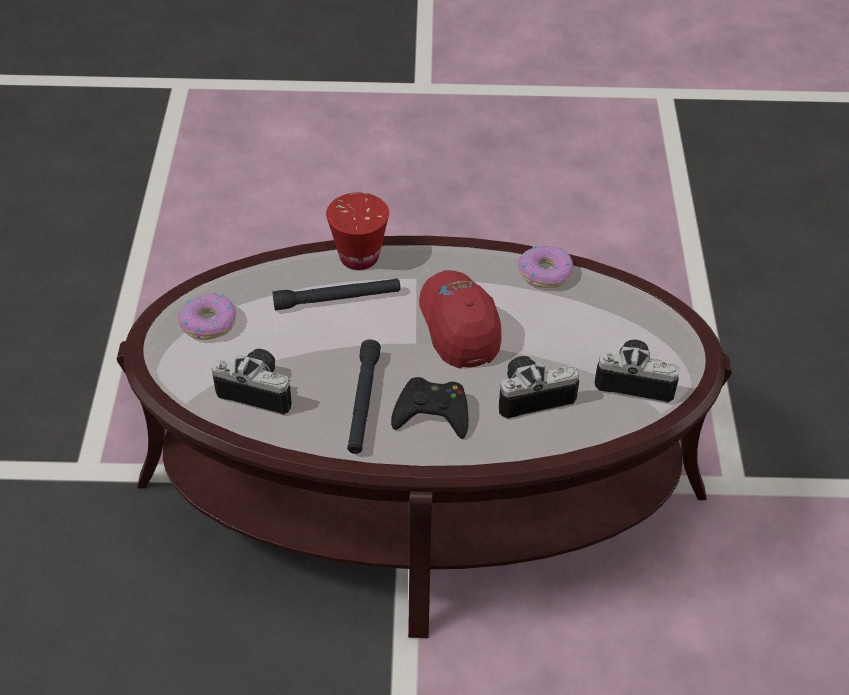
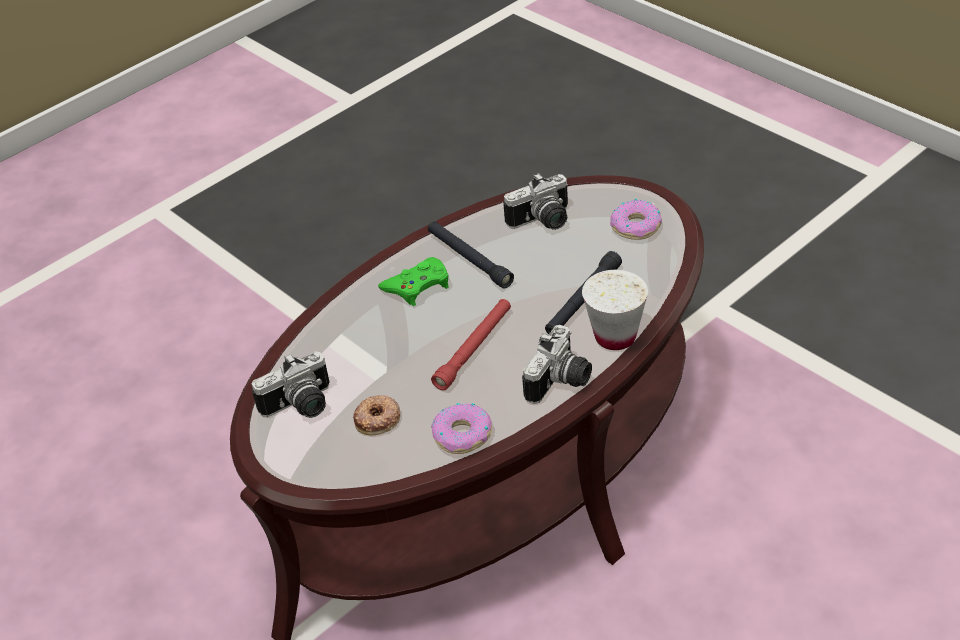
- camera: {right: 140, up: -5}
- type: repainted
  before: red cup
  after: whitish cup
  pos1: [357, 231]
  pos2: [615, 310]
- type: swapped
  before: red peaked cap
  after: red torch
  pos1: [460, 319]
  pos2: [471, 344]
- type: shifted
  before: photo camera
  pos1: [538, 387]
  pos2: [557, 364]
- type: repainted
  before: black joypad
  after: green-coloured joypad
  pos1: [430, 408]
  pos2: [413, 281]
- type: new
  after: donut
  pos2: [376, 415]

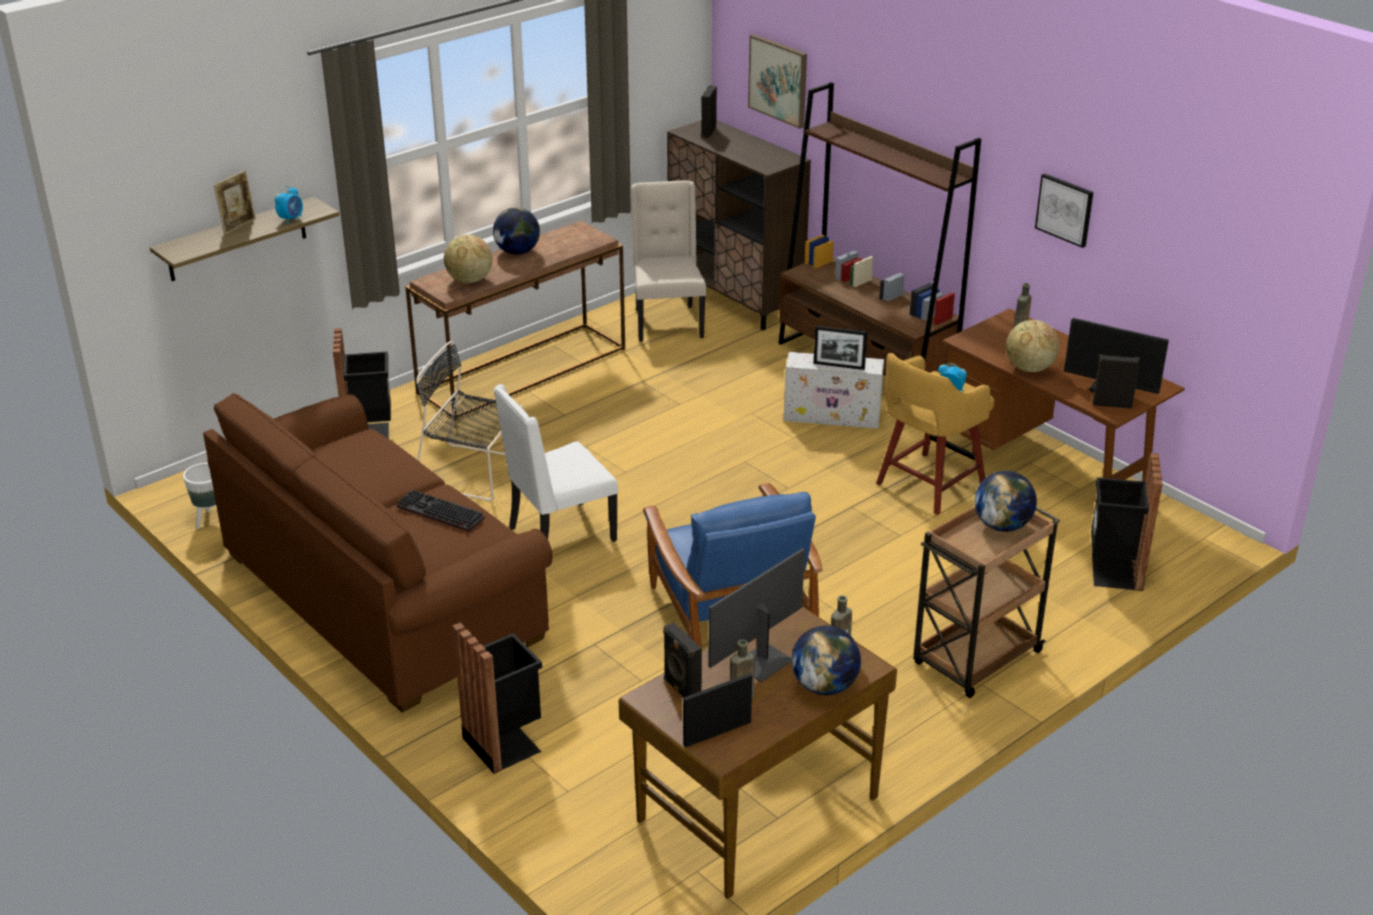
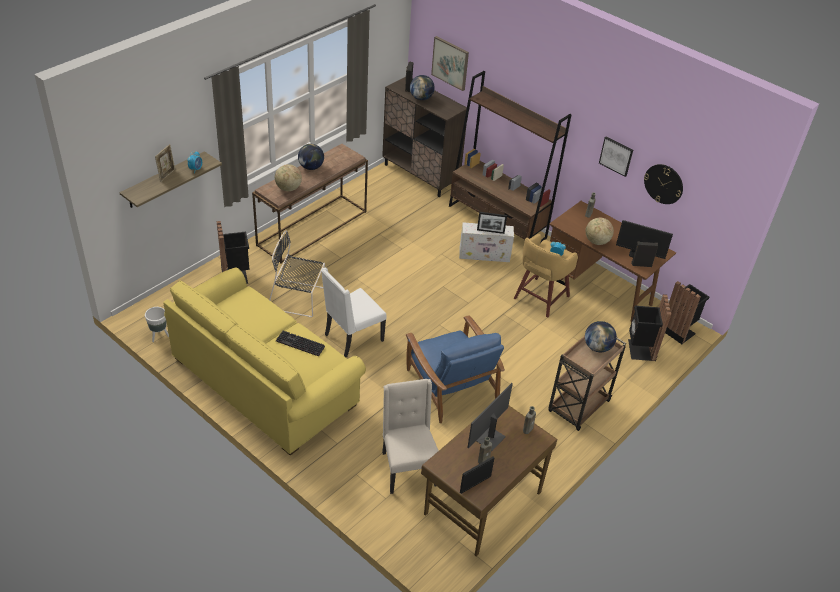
- camera: {right: -10, up: 10}
- type: shifted
  before: beige-coloured chair
  pos1: [668, 261]
  pos2: [410, 436]
- type: repainted
  before: brown couch
  after: yellowish couch
  pos1: [378, 552]
  pos2: [264, 361]
- type: shifted
  before: black waste bin
  pos1: [497, 698]
  pos2: [687, 312]
- type: gone
  before: black audio speaker
  pos1: [682, 660]
- type: shifted
  before: world globe
  pos1: [826, 660]
  pos2: [422, 87]
- type: new
  after: clock on the wall
  pos2: [663, 184]

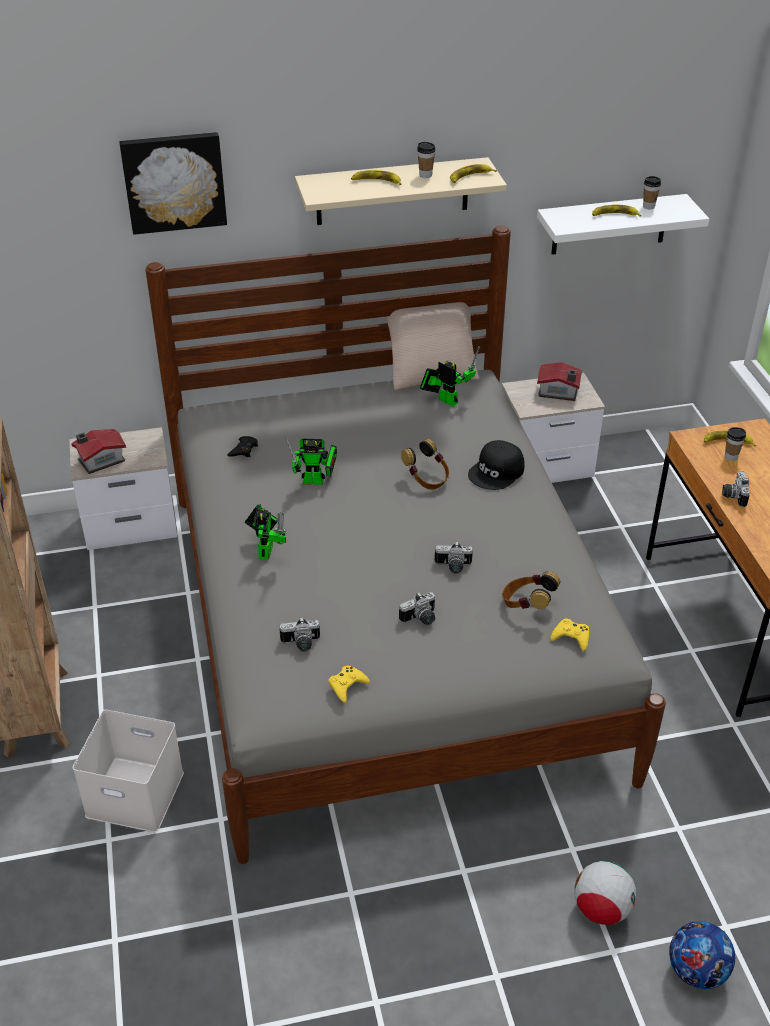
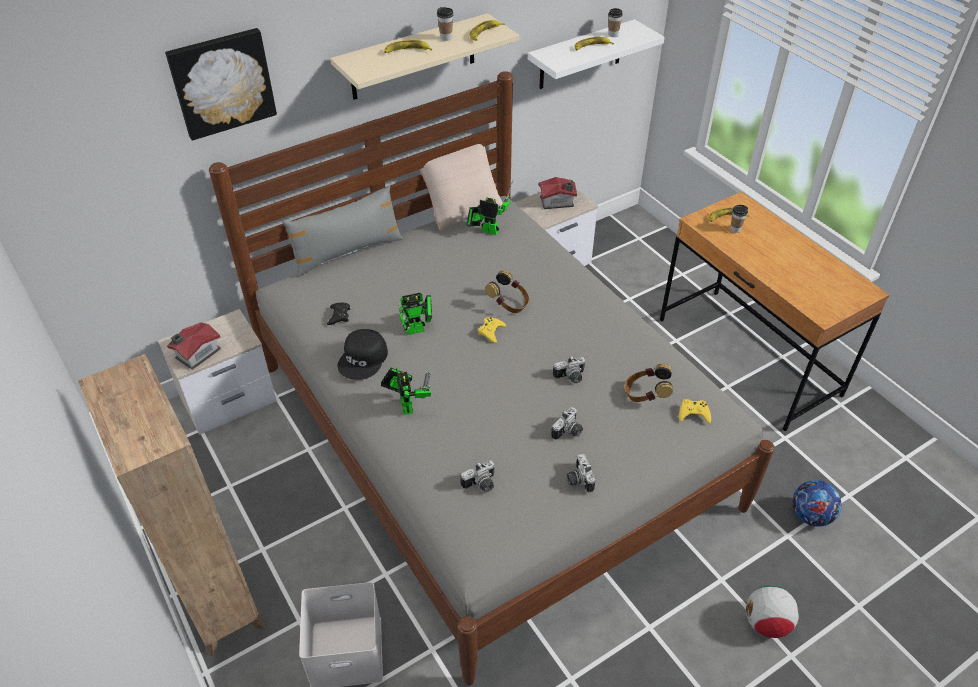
- camera: {right: -20, up: 5}
- type: shifted
  before: black peaked cap
  pos1: [496, 465]
  pos2: [363, 354]
- type: shifted
  before: photo camera
  pos1: [736, 489]
  pos2: [581, 472]
- type: shifted
  before: yellowish joypad
  pos1: [349, 684]
  pos2: [492, 330]
- type: shifted
  before: football
  pos1: [702, 955]
  pos2: [817, 503]
- type: new
  after: greyish throw pillow
  pos2: [343, 231]

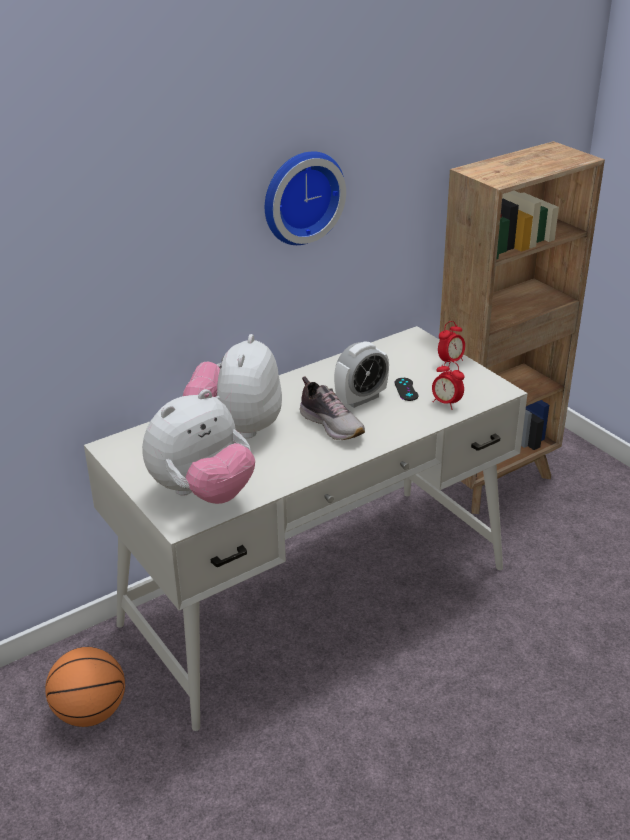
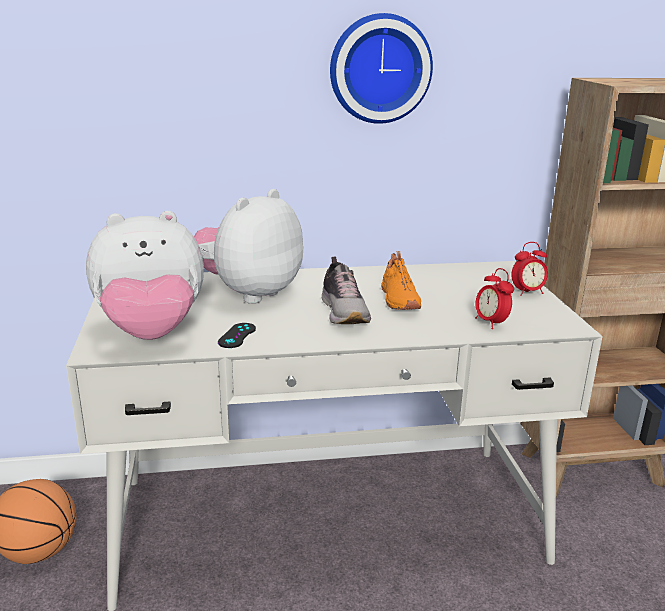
- camera: {right: 25, up: -10}
- type: swapped
  before: bedside clock
  after: orange-coloured item of footwear
  pos1: [361, 374]
  pos2: [401, 280]
- type: shifted
  before: black joypad
  pos1: [406, 389]
  pos2: [237, 335]

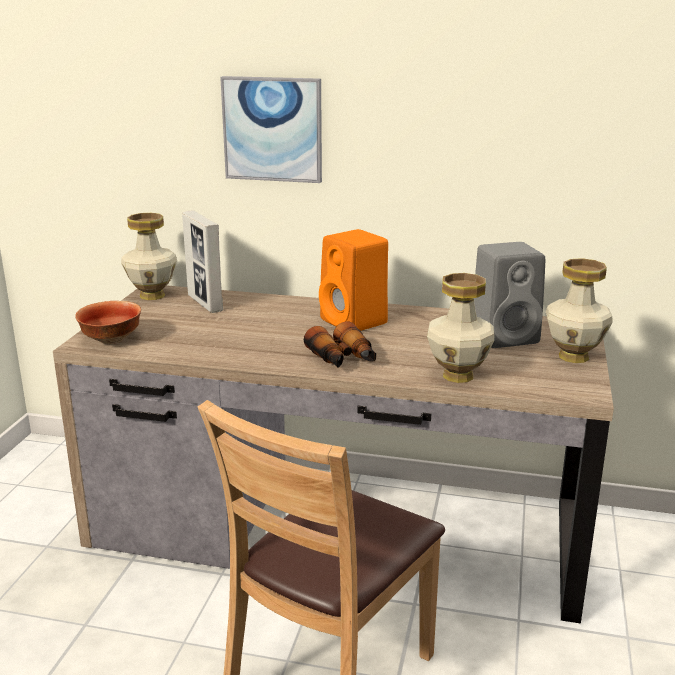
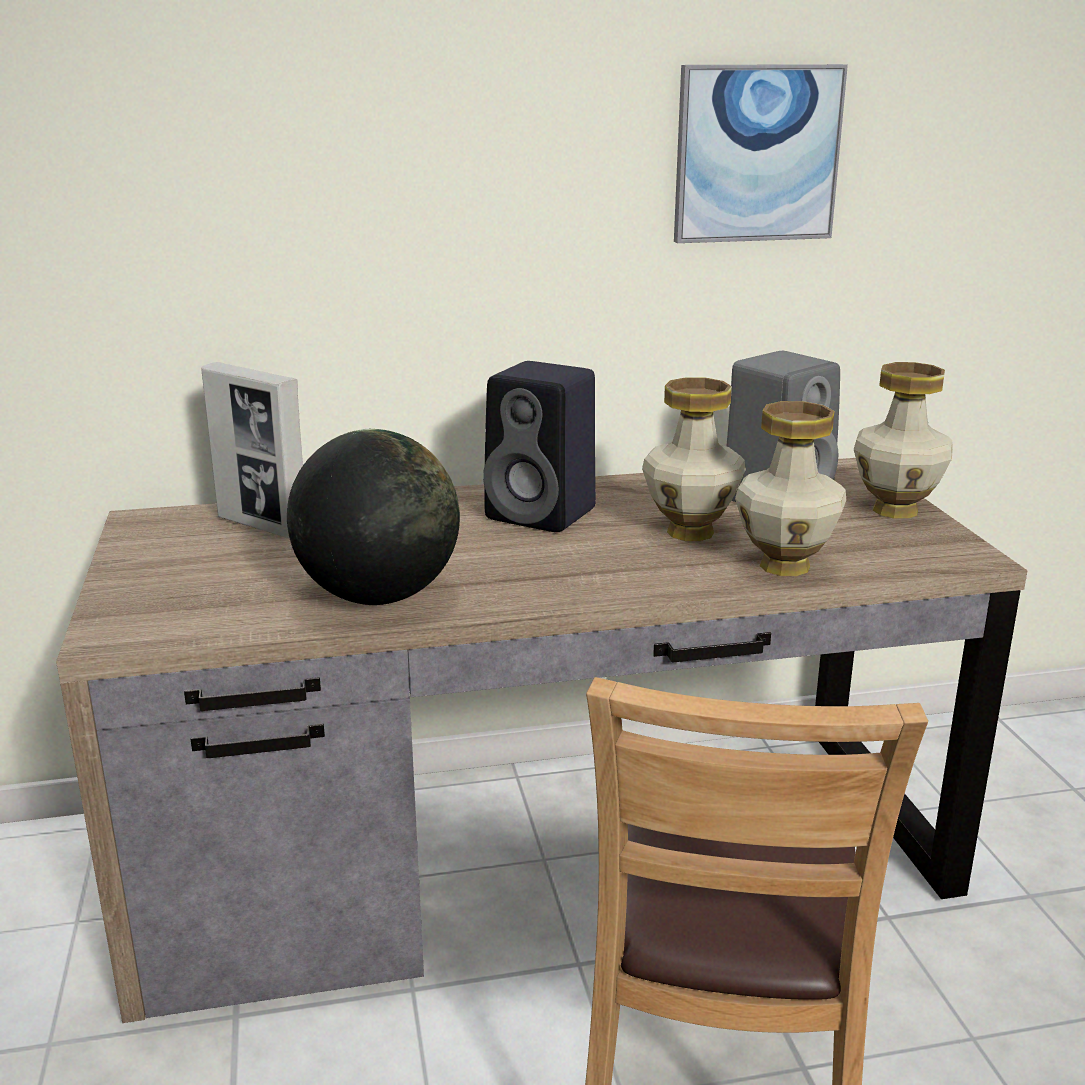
- camera: {right: -25, up: 0}
- type: shifted
  before: picture
  pos1: [271, 129]
  pos2: [761, 153]
- type: shifted
  before: decorative vase
  pos1: [149, 256]
  pos2: [694, 459]
- type: repainted
  before: orange-coloured audio speaker
  after: black audio speaker
  pos1: [353, 280]
  pos2: [539, 446]
- type: gone
  before: bowl
  pos1: [108, 322]
- type: gone
  before: pair of binoculars
  pos1: [340, 344]
- type: new
  after: world globe
  pos2: [373, 517]

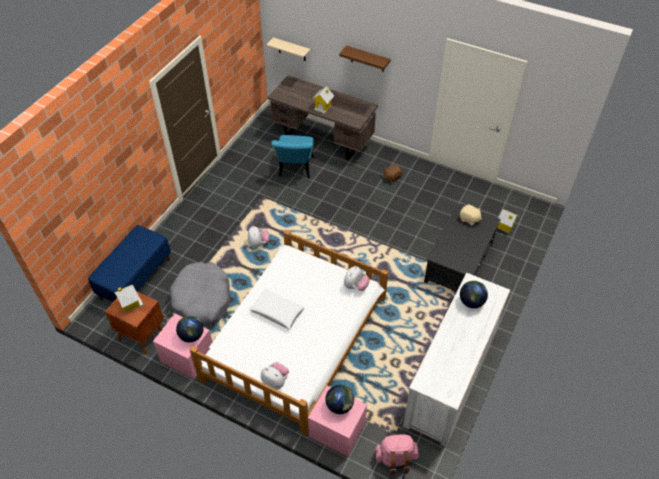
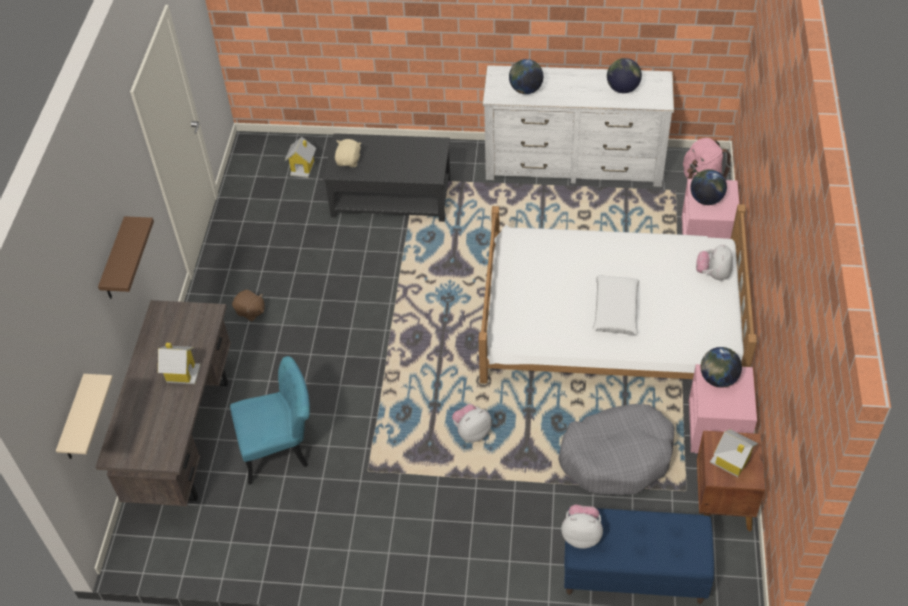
- camera: {right: -110, up: 0}
- type: shifted
  before: soft toy
  pos1: [357, 278]
  pos2: [582, 527]
- type: new
  after: world globe
  pos2: [624, 75]

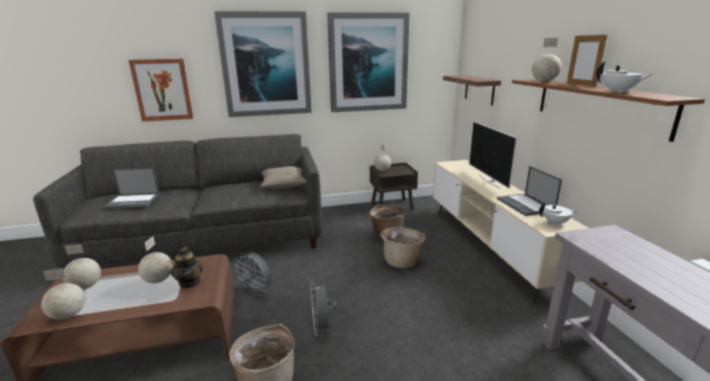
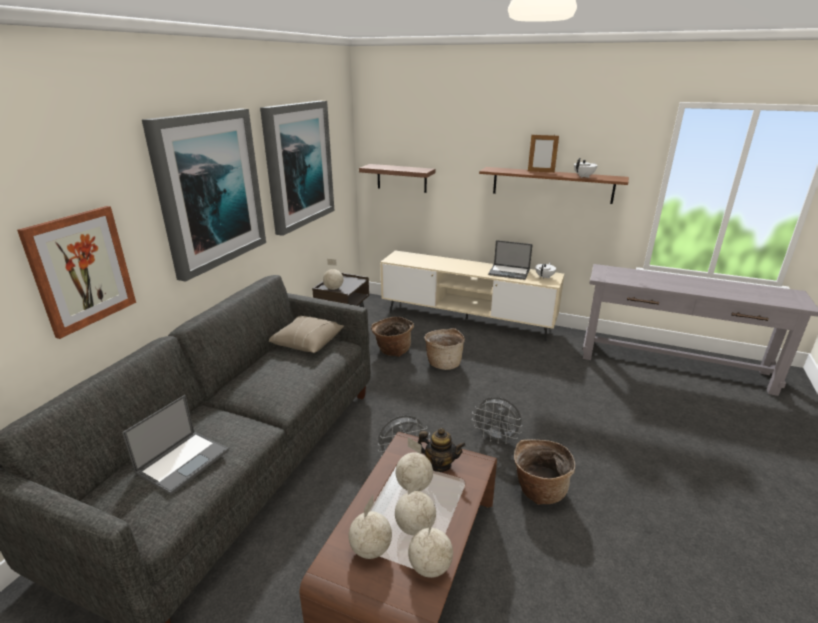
- camera: {right: -55, up: 5}
- type: shifted
  before: world globe
  pos1: [547, 60]
  pos2: [415, 506]
- type: gone
  before: television
  pos1: [493, 155]

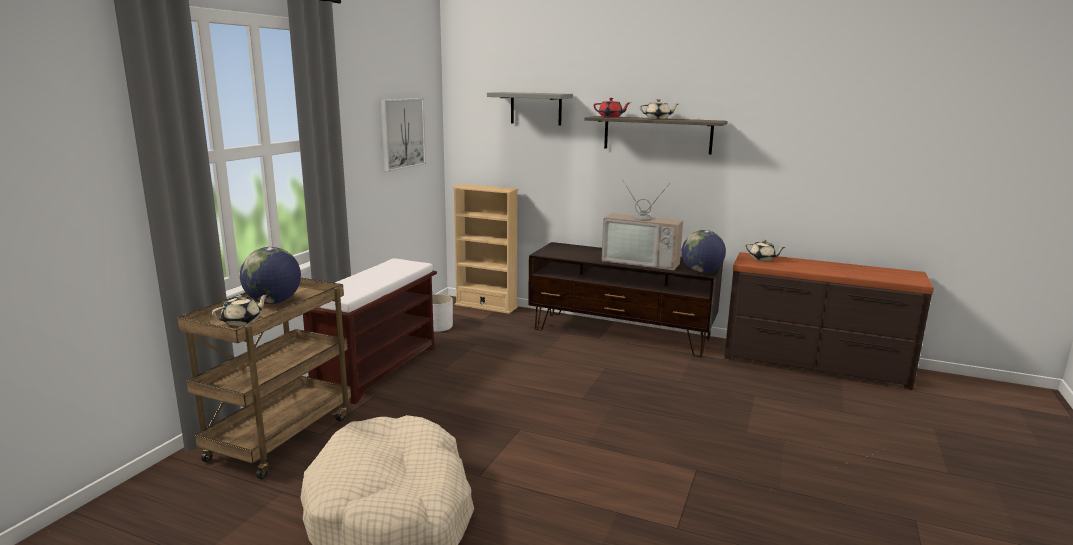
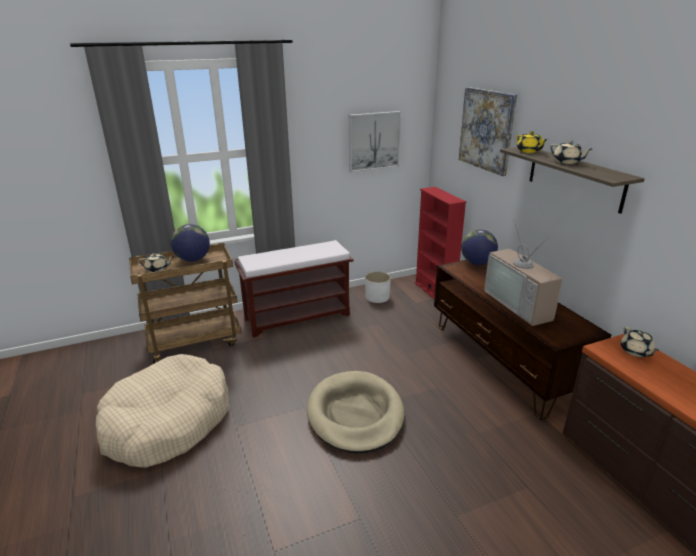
- camera: {right: 45, up: 10}
- type: swapped
  before: greyish wall shelf
  after: picture
  pos1: [530, 109]
  pos2: [488, 131]
- type: repainted
  before: red tea pot
  after: yellowish tea pot
  pos1: [612, 107]
  pos2: [532, 142]
- type: repainted
  before: beige-coloured shelving unit
  after: red shelving unit
  pos1: [485, 249]
  pos2: [440, 243]
- type: shifted
  before: world globe
  pos1: [704, 251]
  pos2: [479, 247]
- type: new
  after: beige-coloured dog cushion
  pos2: [356, 412]

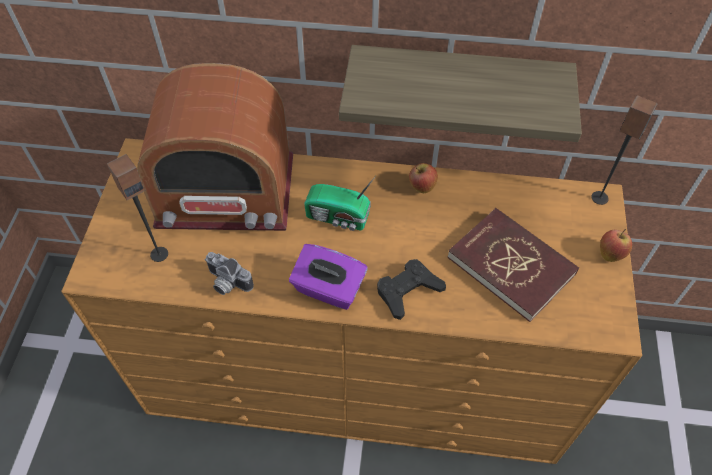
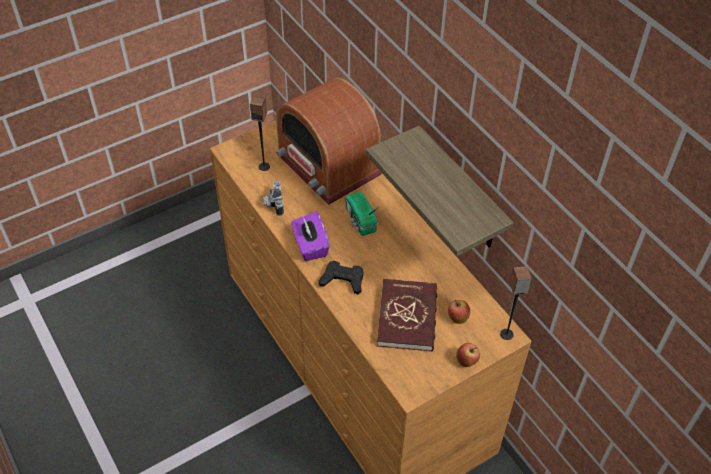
- camera: {right: 50, up: -5}
- type: shifted
  before: apple fruit
  pos1: [423, 178]
  pos2: [459, 312]

